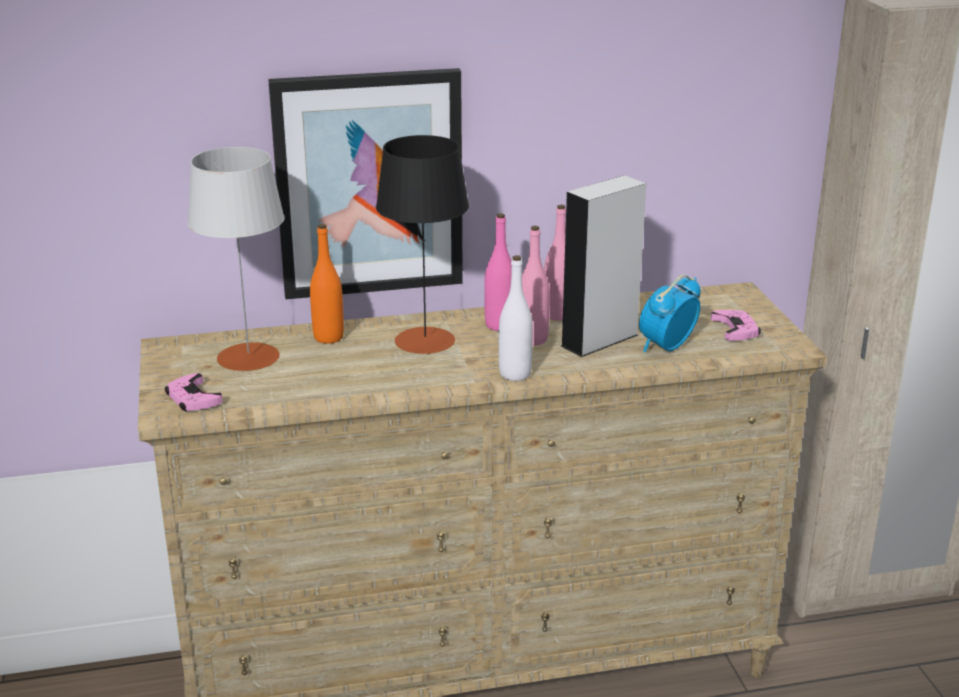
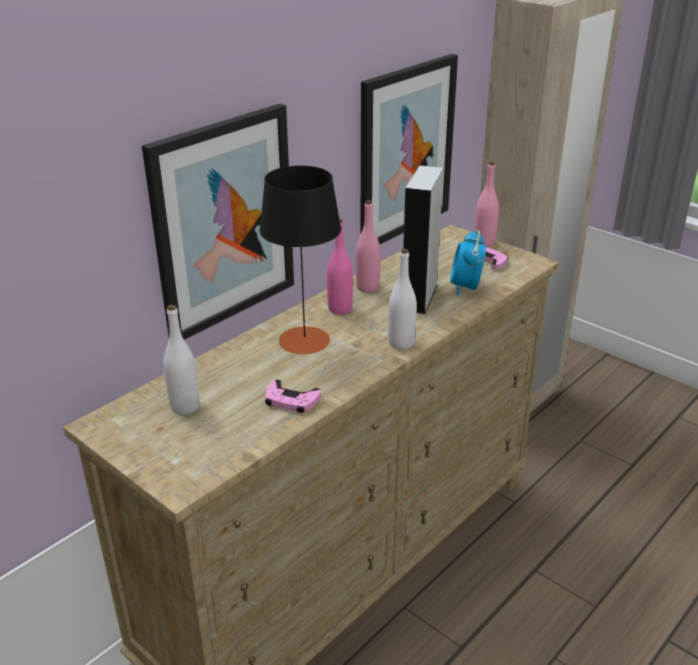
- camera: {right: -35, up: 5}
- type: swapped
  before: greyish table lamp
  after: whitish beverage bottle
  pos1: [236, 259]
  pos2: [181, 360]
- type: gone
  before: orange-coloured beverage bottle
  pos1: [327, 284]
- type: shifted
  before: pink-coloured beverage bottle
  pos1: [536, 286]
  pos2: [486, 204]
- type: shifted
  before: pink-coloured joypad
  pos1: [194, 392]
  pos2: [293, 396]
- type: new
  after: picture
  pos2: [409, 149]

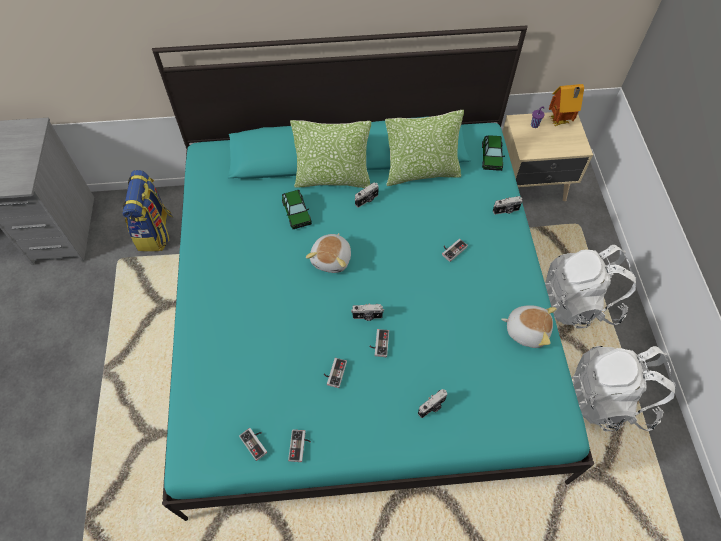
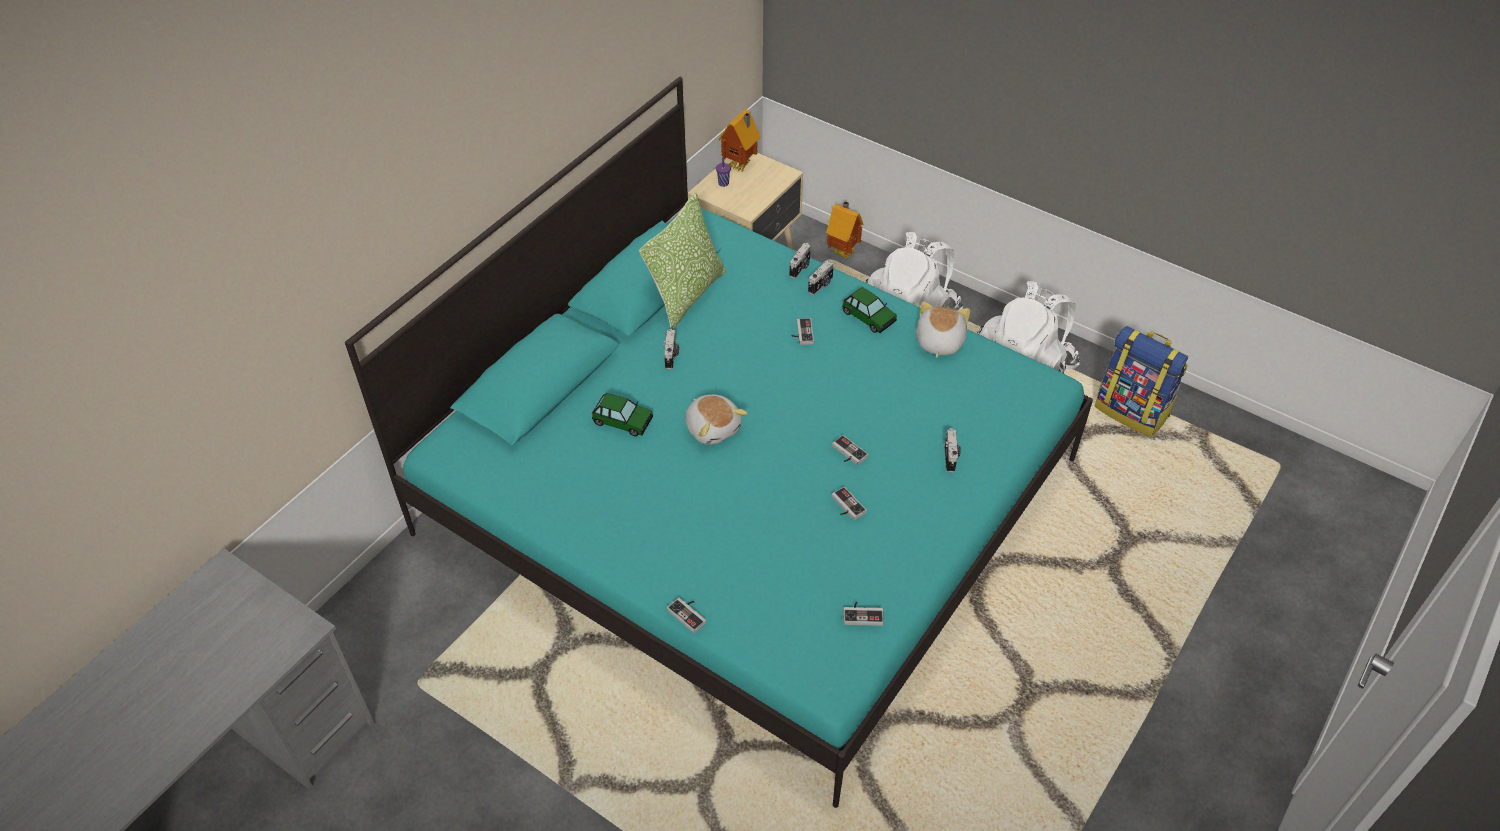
- camera: {right: -50, up: -10}
- type: gone
  before: throw pillow
  pos1: [330, 154]
- type: shifted
  before: miniature car
  pos1: [493, 153]
  pos2: [869, 310]
- type: shifted
  before: backpack
  pos1: [147, 211]
  pos2: [1141, 381]
- type: shifted
  before: photo camera
  pos1: [367, 312]
  pos2: [821, 277]
- type: rotated
  before: soft toy
  pos1: [529, 326]
  pos2: [943, 329]
  turn: -45
- type: shifted
  before: joypad
  pos1: [299, 446]
  pos2: [686, 615]
- type: new
  after: toy house
  pos2: [845, 230]

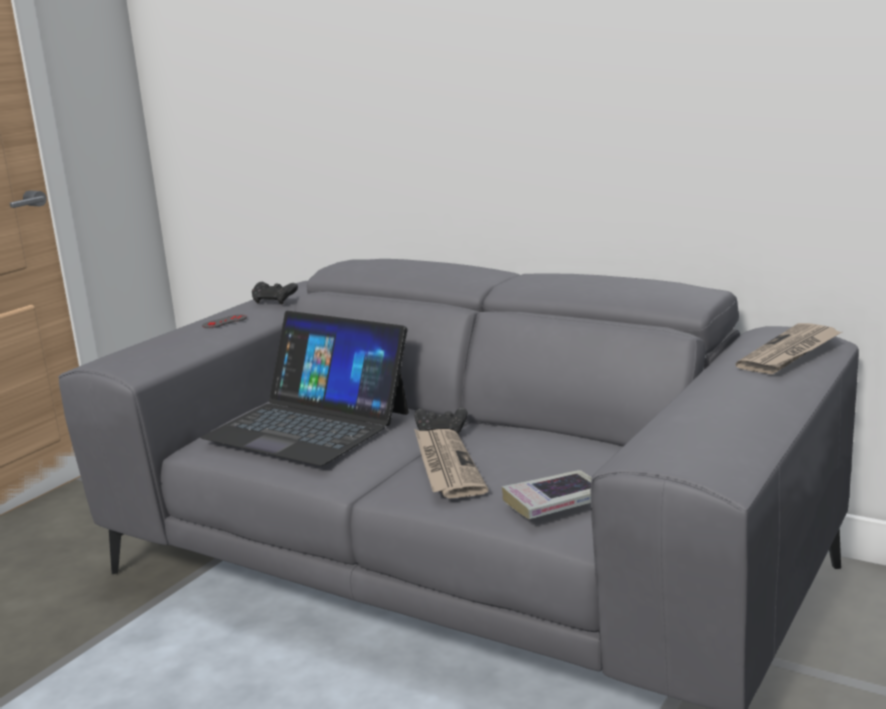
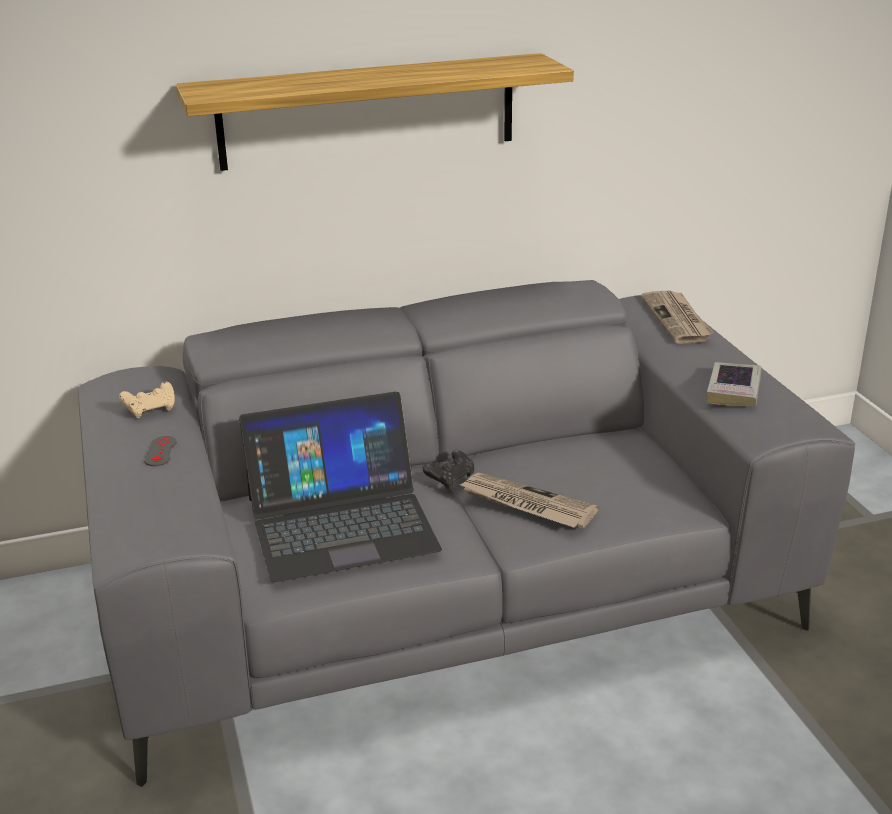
- camera: {right: -50, up: 10}
- type: repainted
  before: black joypad
  after: beige-coloured joypad
  pos1: [275, 293]
  pos2: [147, 400]
- type: shifted
  before: bound book
  pos1: [547, 494]
  pos2: [734, 384]
- type: new
  after: wall shelf
  pos2: [375, 112]

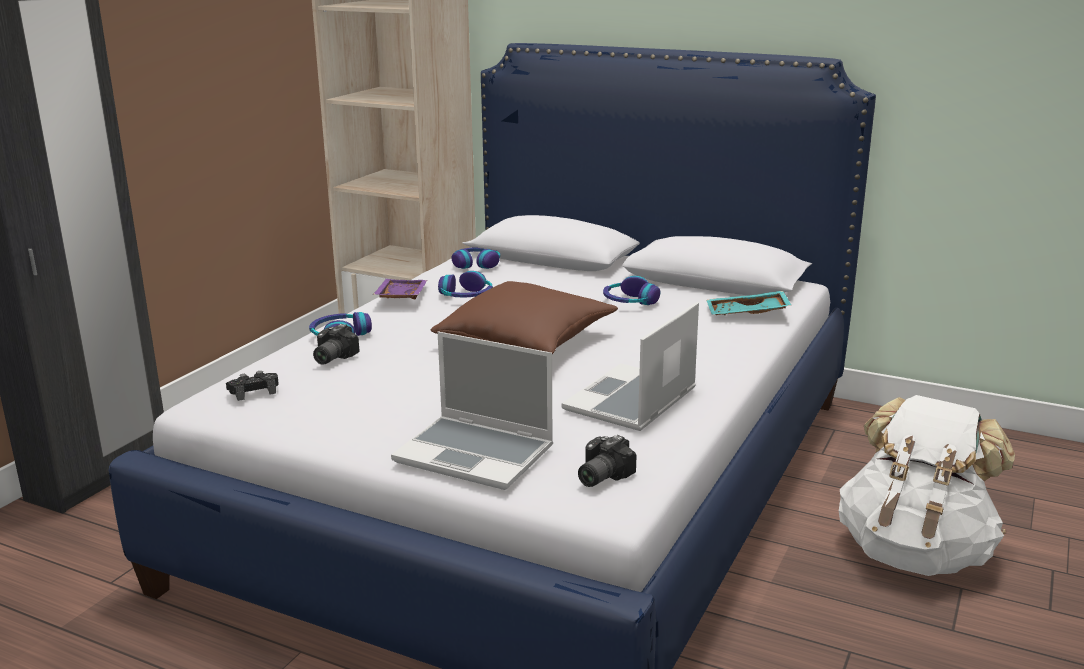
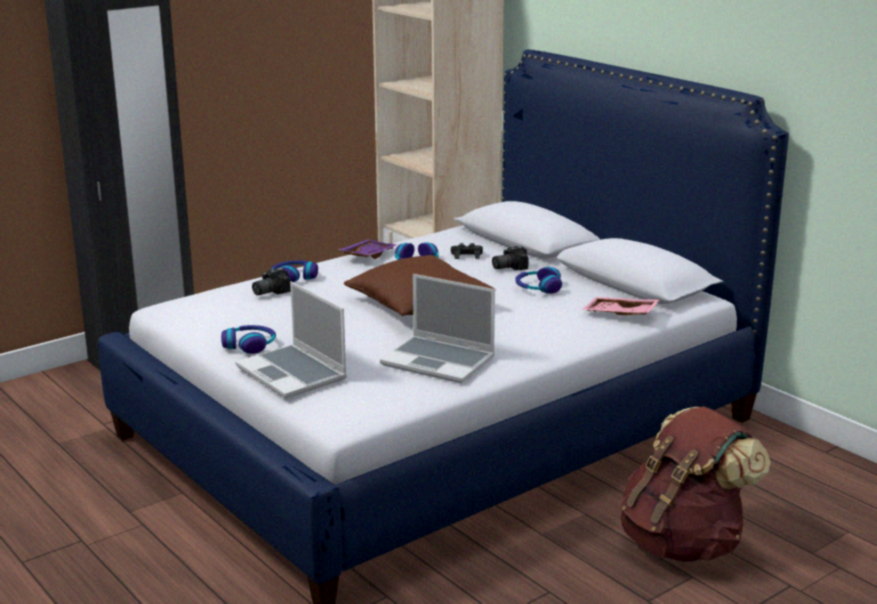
- camera: {right: 25, up: 0}
- type: shifted
  before: headphones
  pos1: [475, 258]
  pos2: [248, 339]
- type: repainted
  before: turquoise tray
  after: pink-coloured tray
  pos1: [748, 303]
  pos2: [621, 306]
- type: rotated
  before: notebook computer
  pos1: [630, 366]
  pos2: [437, 328]
  turn: -120
- type: shifted
  before: black joypad
  pos1: [252, 386]
  pos2: [467, 251]
- type: repainted
  before: whitish backpack
  after: brown backpack
  pos1: [927, 485]
  pos2: [695, 484]
- type: shifted
  before: photo camera
  pos1: [607, 461]
  pos2: [510, 258]

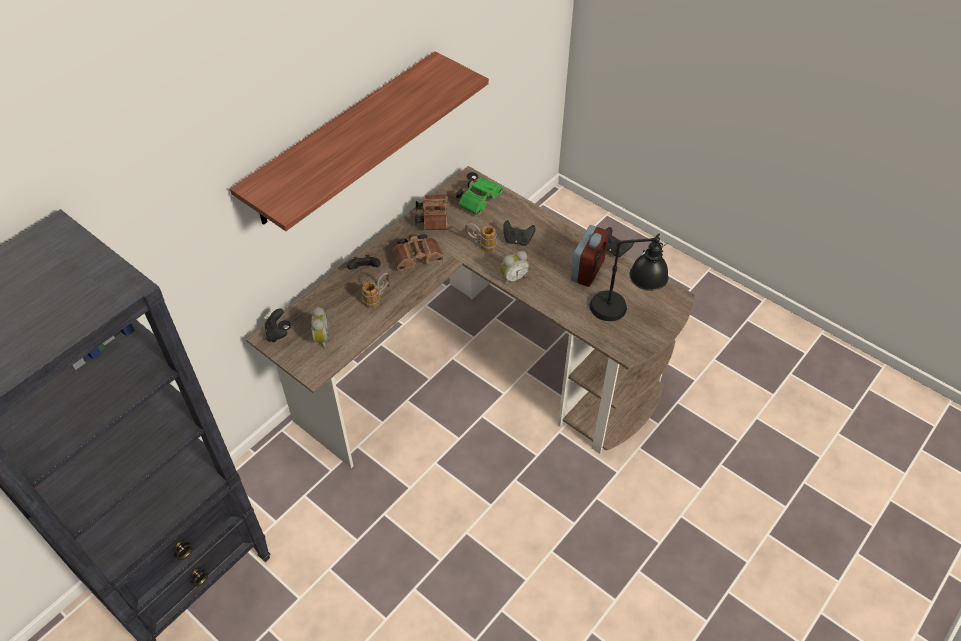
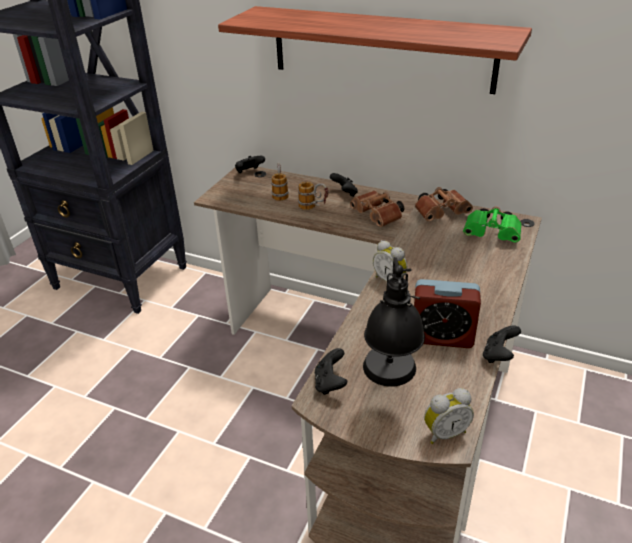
- camera: {right: 75, up: -15}
- type: shifted
  before: black joypad
  pos1: [519, 233]
  pos2: [331, 371]
- type: shifted
  before: coffee mug
  pos1: [481, 237]
  pos2: [280, 182]
- type: shifted
  before: bedside clock
  pos1: [320, 327]
  pos2: [449, 416]

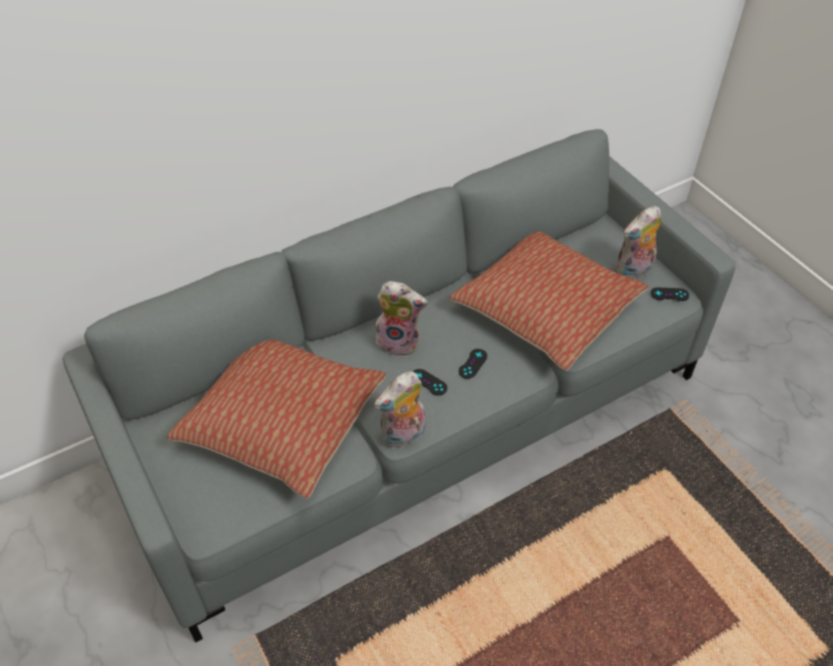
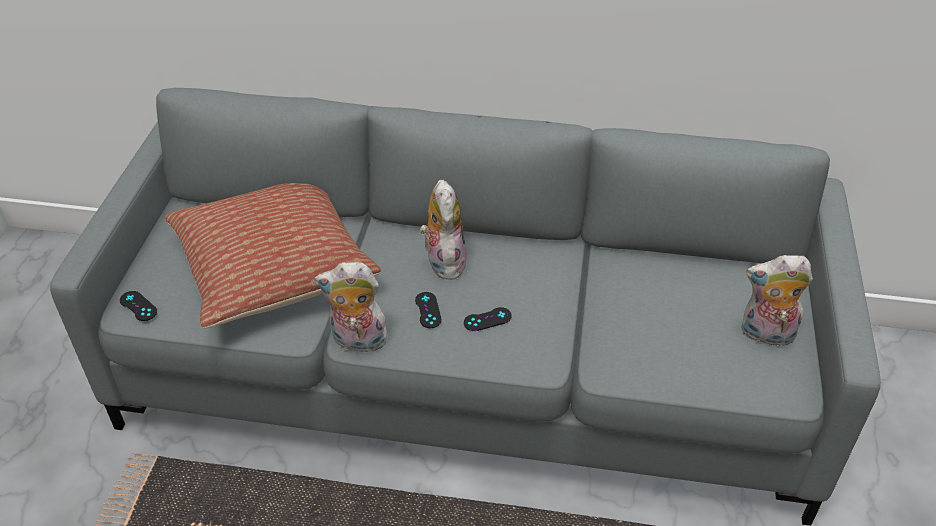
- camera: {right: 40, up: -5}
- type: gone
  before: throw pillow
  pos1: [548, 301]
- type: rotated
  before: soft toy
  pos1: [400, 319]
  pos2: [443, 230]
  turn: -150
- type: shifted
  before: black joypad
  pos1: [669, 294]
  pos2: [138, 306]

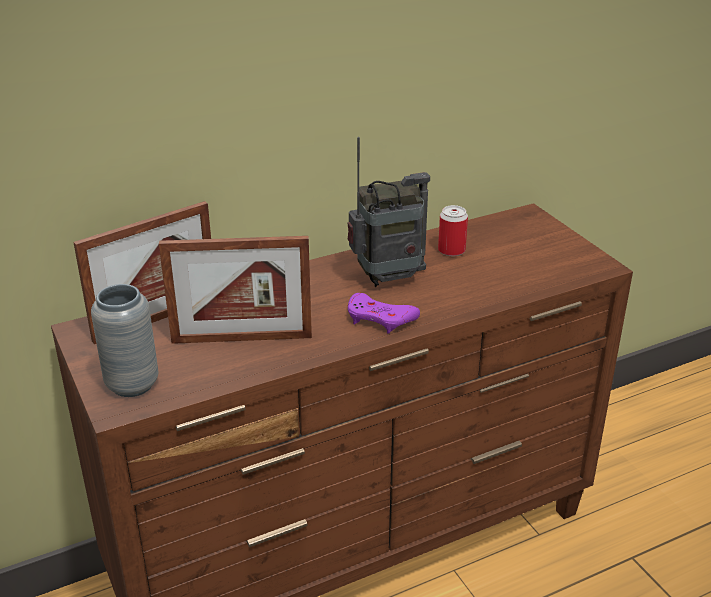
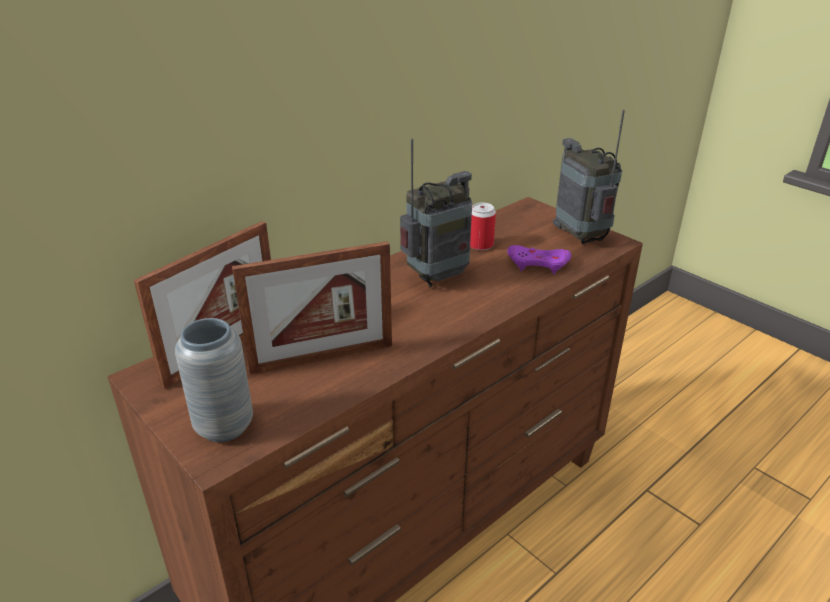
- camera: {right: -15, up: 0}
- type: shifted
  before: purplish joypad
  pos1: [384, 313]
  pos2: [539, 259]
- type: new
  after: radio set
  pos2: [589, 177]

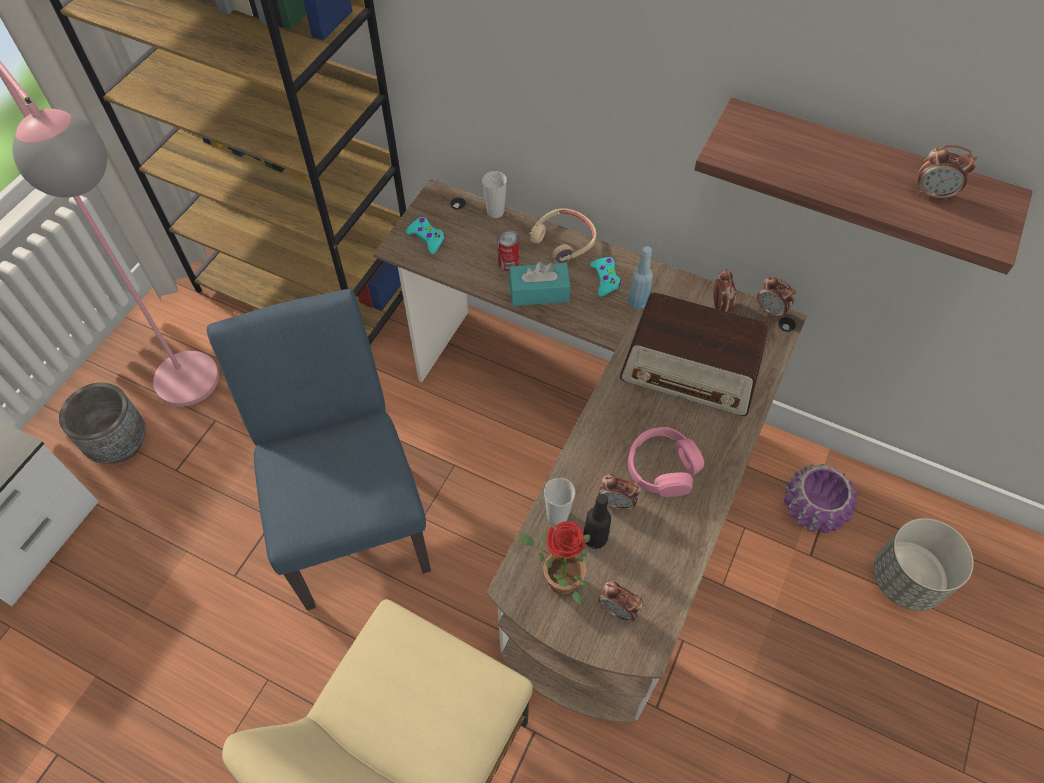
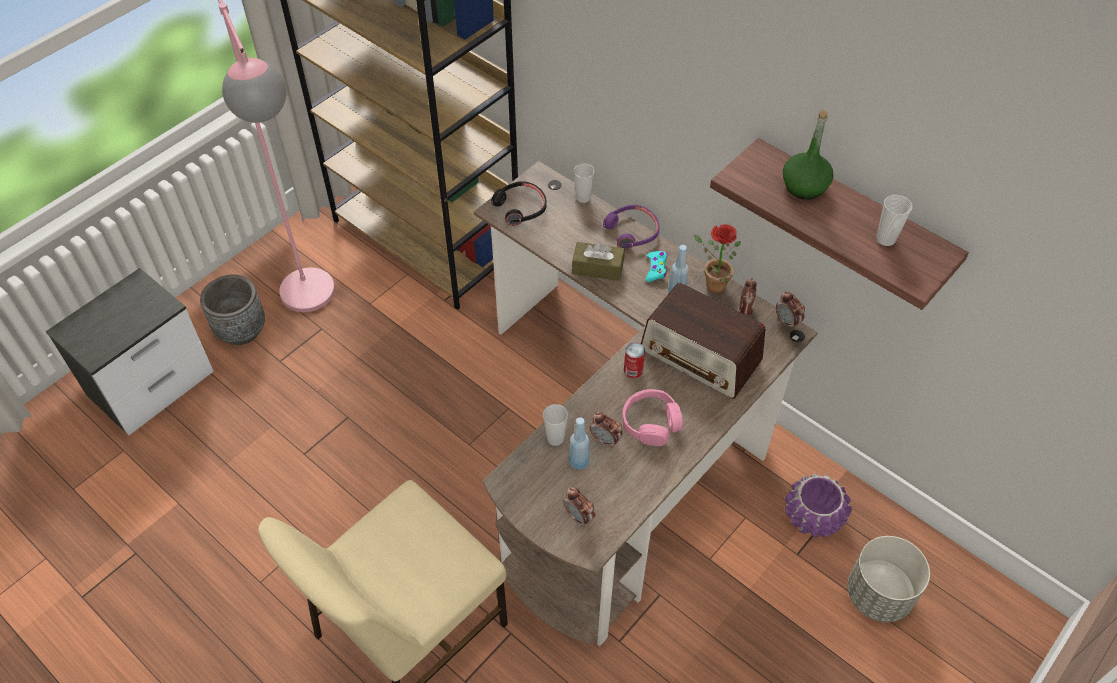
- camera: {right: 15, up: -5}
- type: swapped
  before: bedside clock
  after: cup
  pos1: [947, 173]
  pos2: [894, 220]
- type: repainted
  before: beige-coloured headphones
  after: purplish headphones
  pos1: [562, 235]
  pos2: [631, 227]
- type: swapped
  before: turquoise joypad
  after: black headphones
  pos1: [425, 235]
  pos2: [519, 203]
- type: shifted
  before: metal can
  pos1: [508, 250]
  pos2: [634, 360]
- type: repainted
  before: turquoise tissue holder
  after: brown tissue holder
  pos1: [539, 284]
  pos2: [598, 261]
- type: gone
  before: blue chair
  pos1: [319, 449]
- type: repainted
  before: black beverage bottle
  after: blue beverage bottle
  pos1: [597, 521]
  pos2: [579, 443]
- type: shifted
  before: plant in a pot
  pos1: [554, 562]
  pos2: [717, 258]
- type: new
  after: green-coloured beverage bottle
  pos2: [808, 154]

